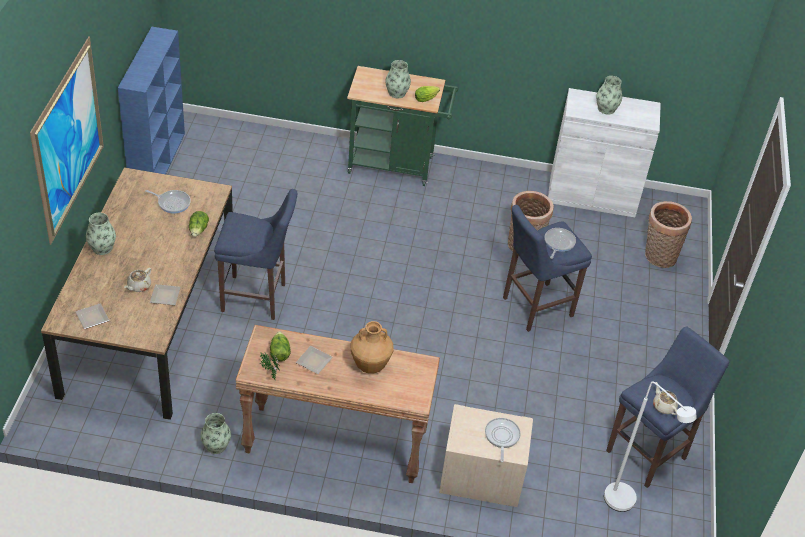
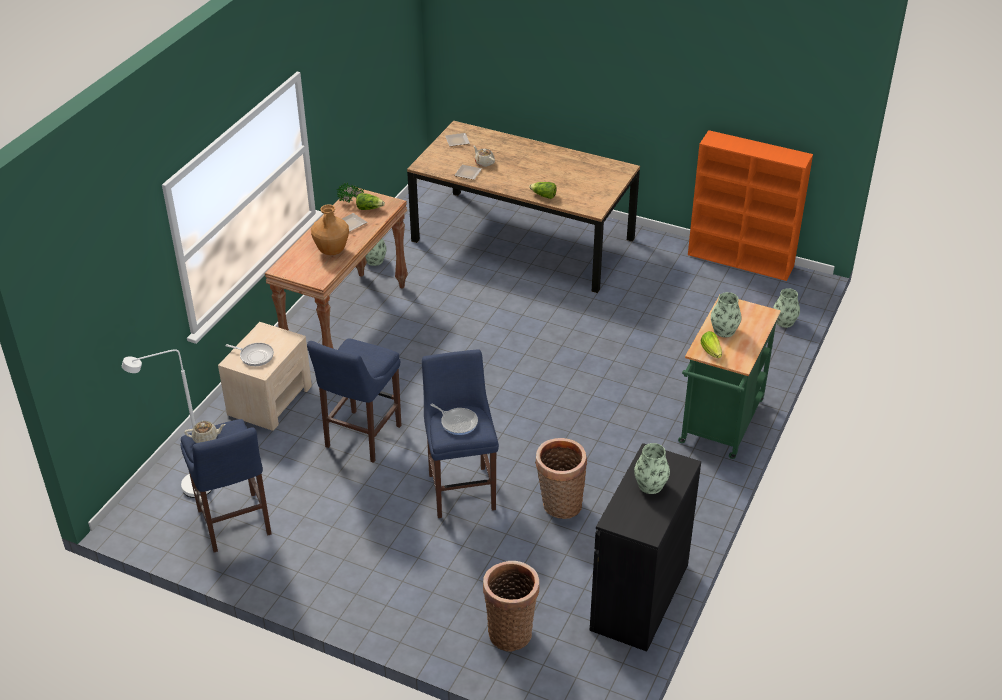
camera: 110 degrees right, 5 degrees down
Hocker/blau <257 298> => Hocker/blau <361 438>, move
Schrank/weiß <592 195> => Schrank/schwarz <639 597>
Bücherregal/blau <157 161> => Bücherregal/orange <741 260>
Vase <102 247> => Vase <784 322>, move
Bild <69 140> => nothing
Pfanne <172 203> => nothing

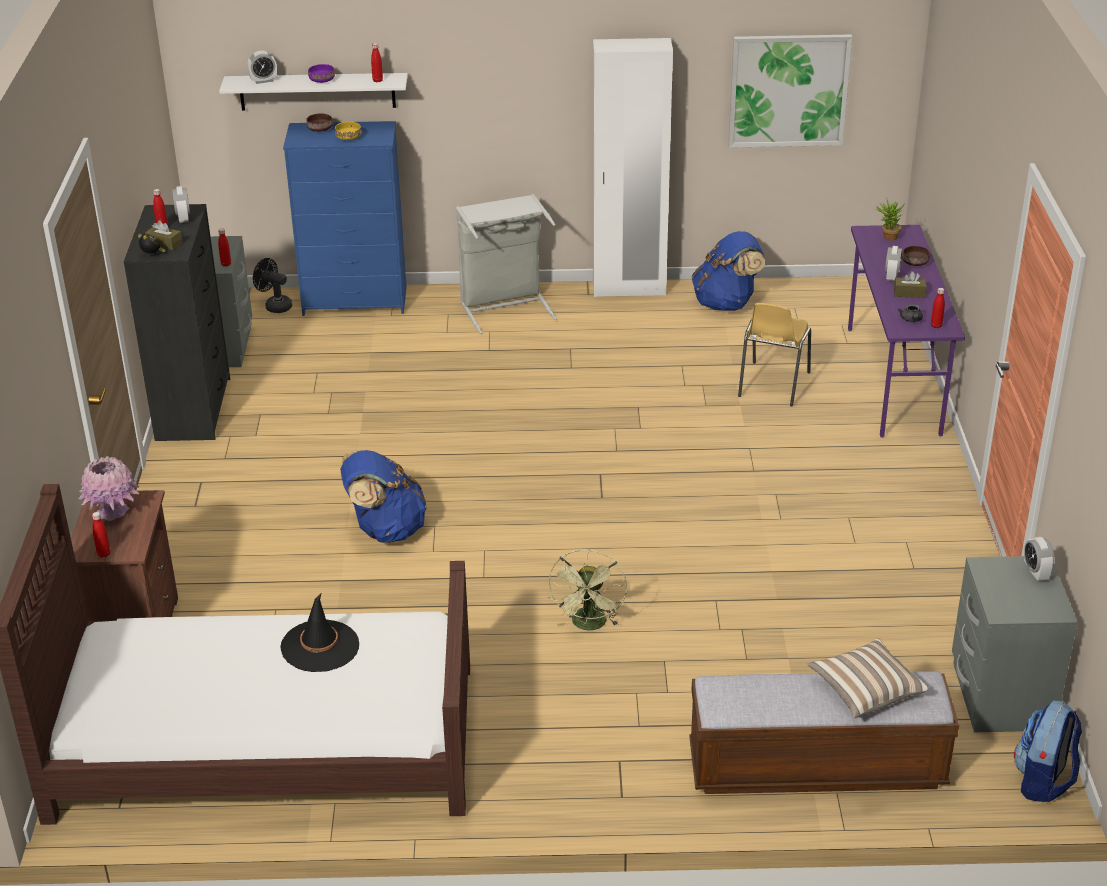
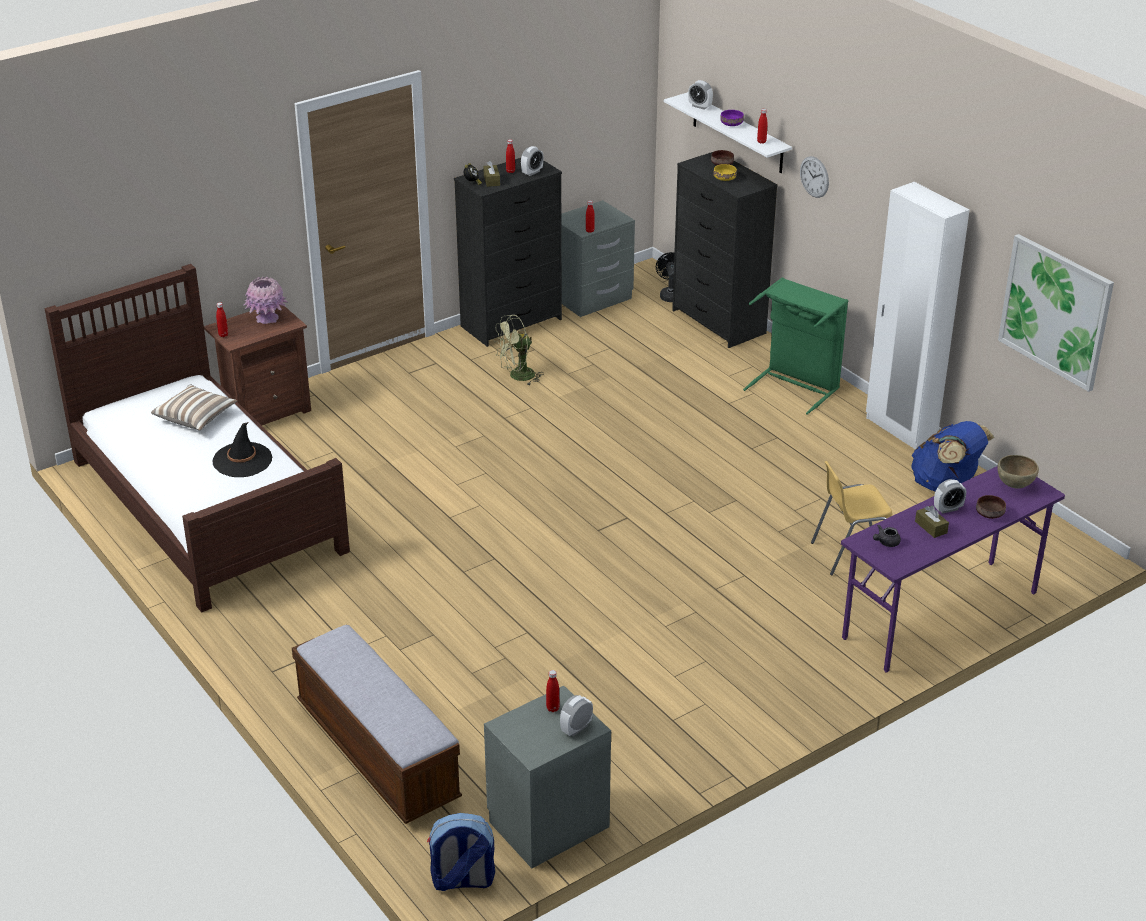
camera: 55 degrees right, 0 degrees up
Kissen <865 690> => Kissen <196 417>, move
Ventilator/grün <589 625> => Ventilator/grün <517 376>, move
Flasche/rot <936 326> => Flasche/rot <552 708>, move
Kommode/blau <356 301> => Kommode/schwarz <719 322>
Wäschekorb/grau <505 307> => Wäschekorb/grün <796 385>
nothing => Wanduhr <814 177>
Topfpflanze <887 237> => Schüssel/braun <1015 485>
Rucksack/blau <385 529> => nothing

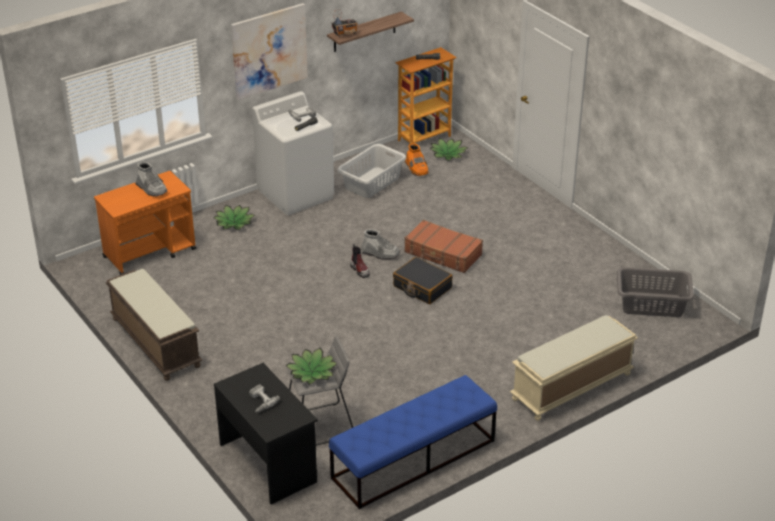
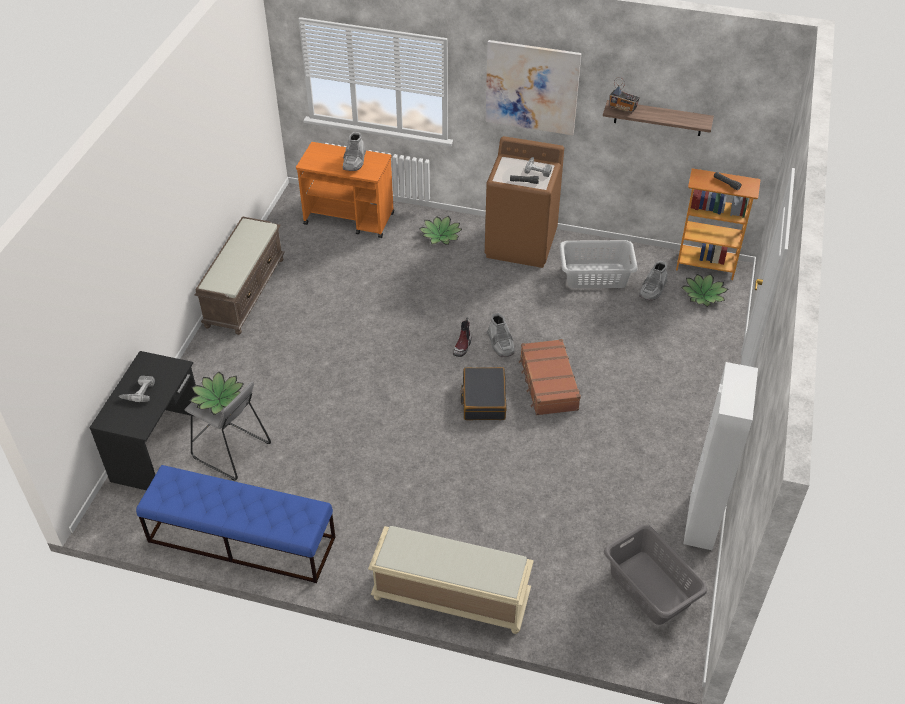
camera: 50 degrees right, 10 degrees up
Waschmaschine/weiß <296 194> => Waschmaschine/braun <521 244>
Stiefel/orange <417 169> => Stiefel/grau <653 290>
nothing => Schrank/weiß <701 521>

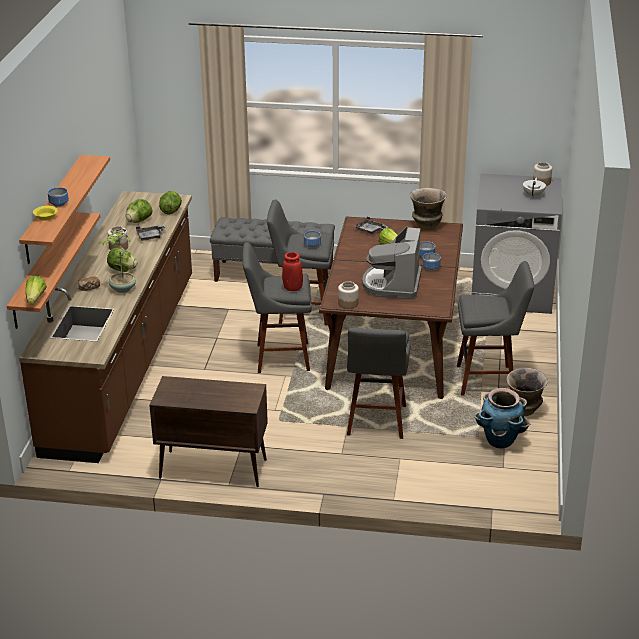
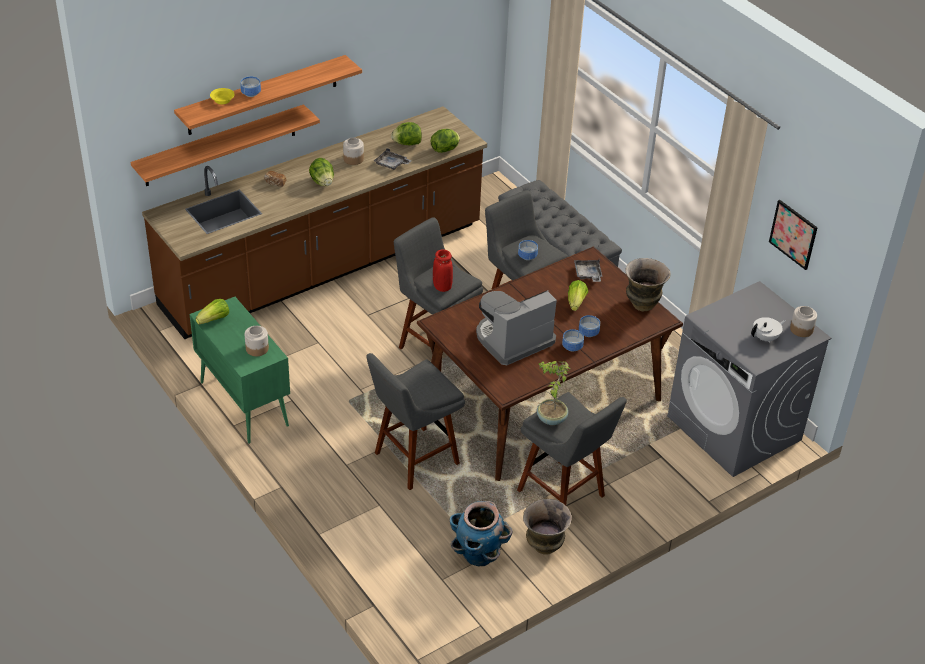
camera: 45 degrees right, 10 degrees up
Schrank/braun <212 469> => Schrank/grün <243 403>
Salatkopf <35 299> => Salatkopf <214 319>, move
Vorratsglas <348 303> => Vorratsglas <257 349>, move
Topfpflanze <122 289> => Topfpflanze <550 419>, move
nothing => Bild <793 234>

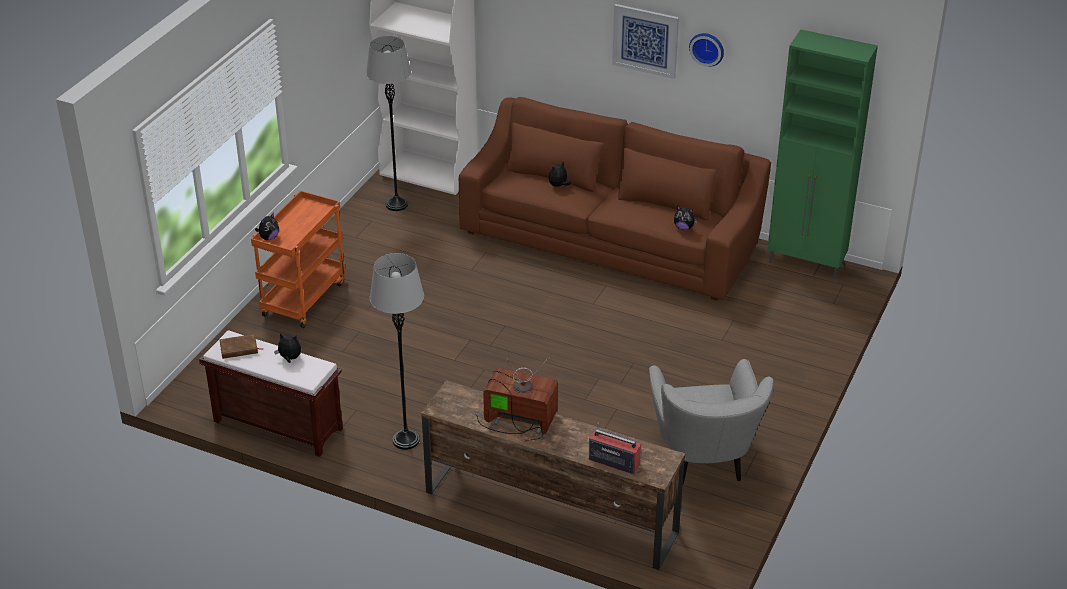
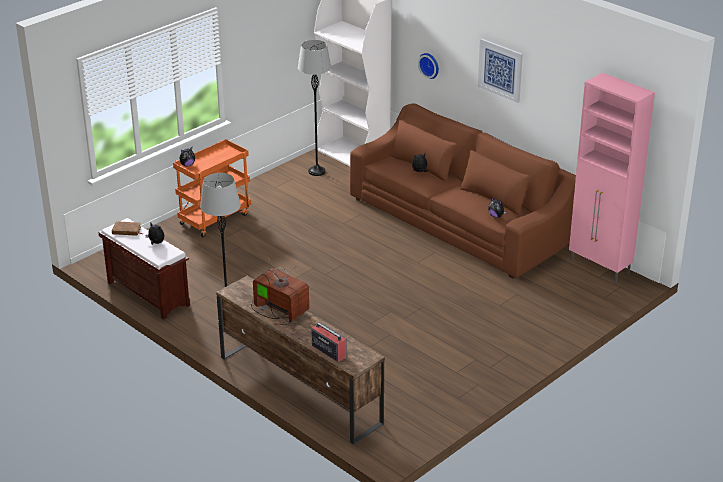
camera: 20 degrees right, 5 degrees down
Wanduhr <707 48> => Wanduhr <430 65>, move
Schrank/grün <807 264> => Schrank/rosa <600 267>
Sessel/grau <704 461> => nothing

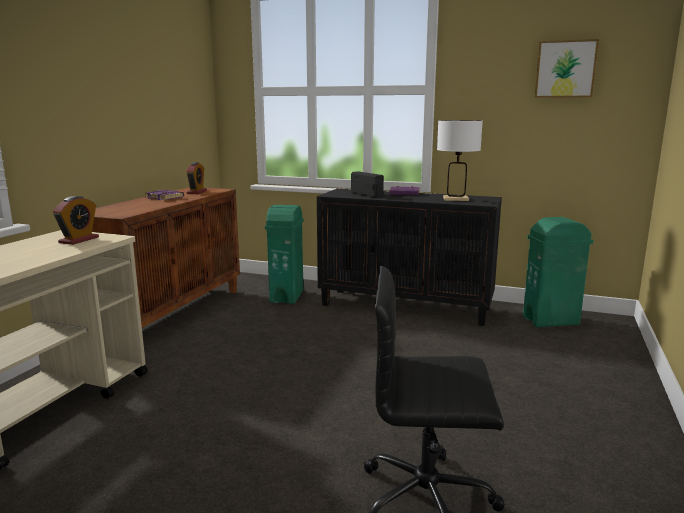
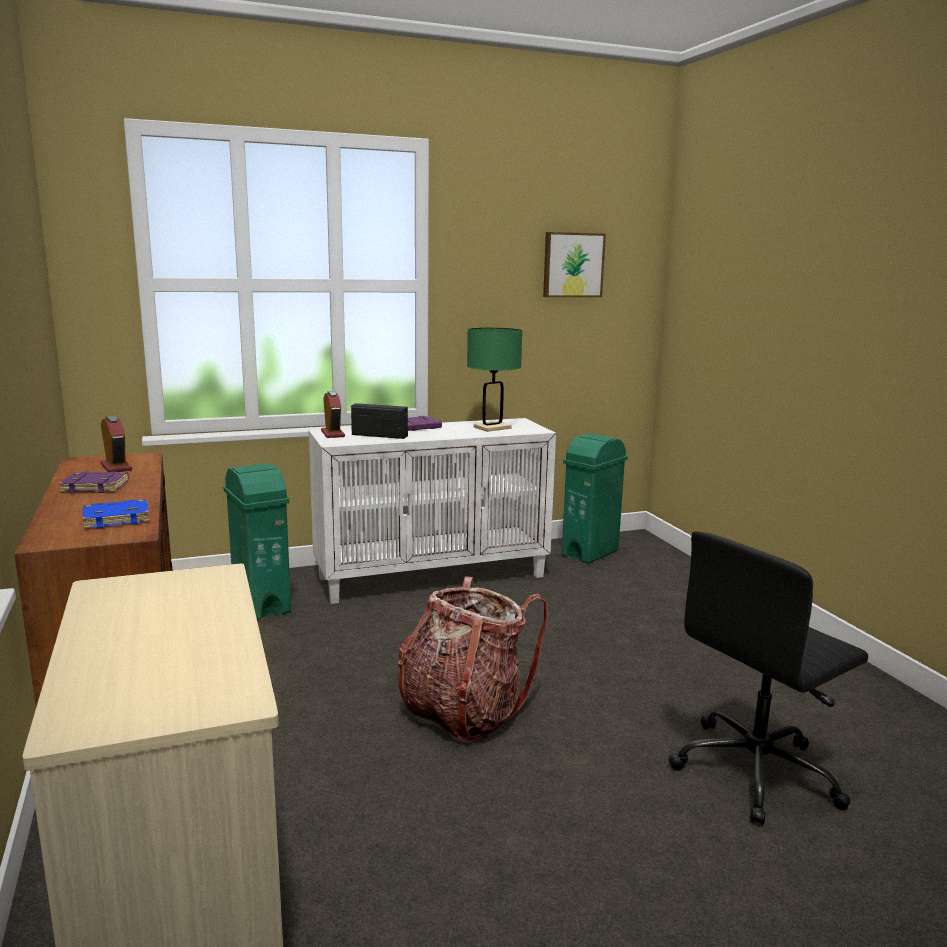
camera: 40 degrees left, 0 degrees up
nothing => Buch/blau <117 519>
Schrank/schwarz <406 306> => Schrank/weiß <433 576>
Wecker <79 240> => Wecker <332 434>, move
nothing => Rucksack <463 712>
Tischlampe/weiß <455 199> => Tischlampe/grün <492 428>

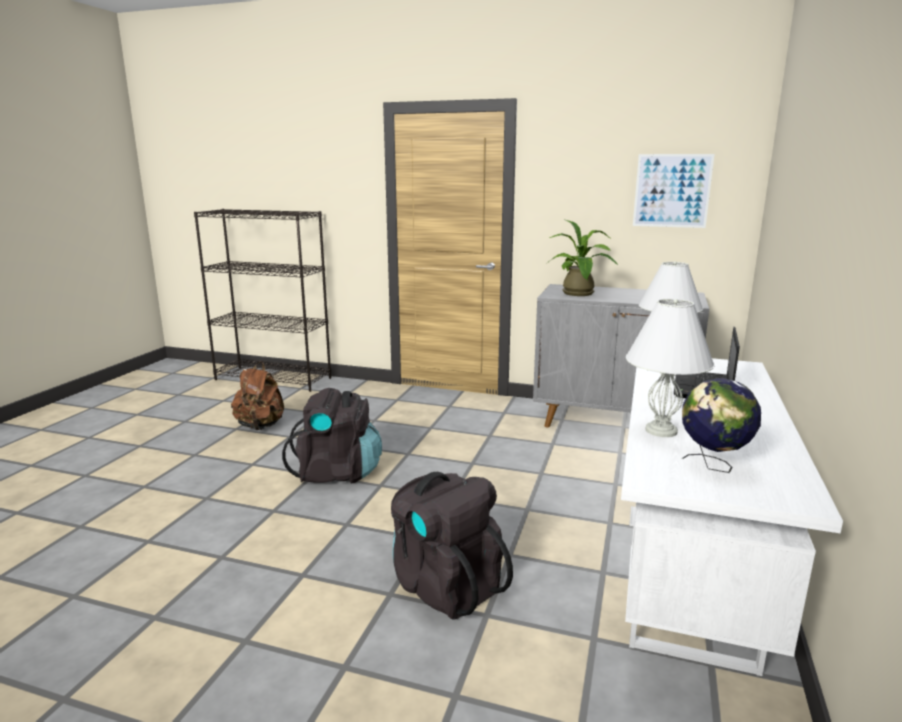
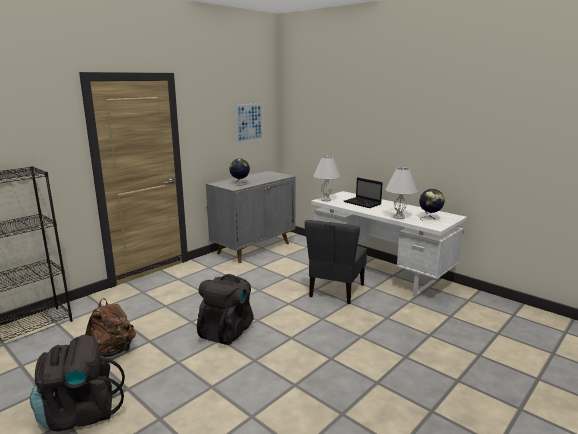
camera: 65 degrees left, 0 degrees up
Rucksack/schwarz <445 585> => Rucksack/schwarz <80 413>, move
Topfpflanze <579 294> => Globus <240 184>
nothing => Stuhl/grau <335 290>

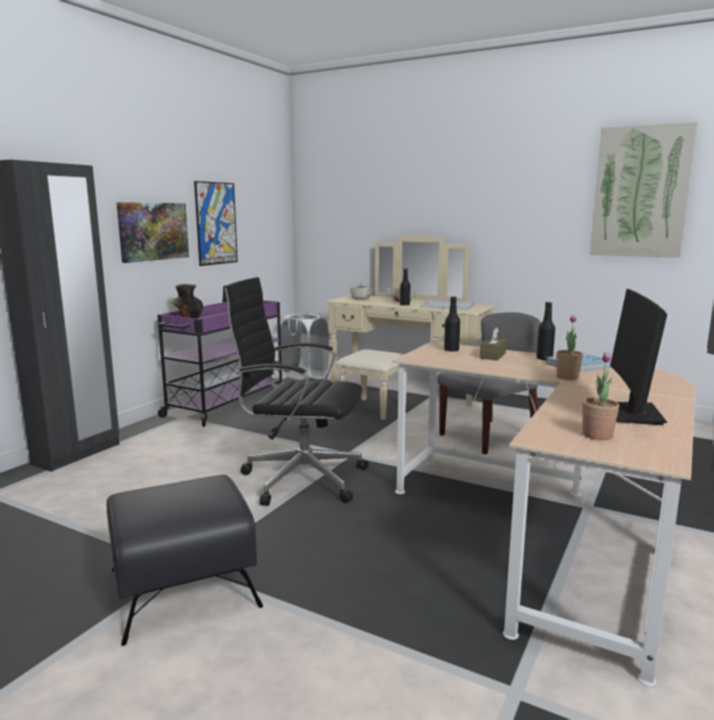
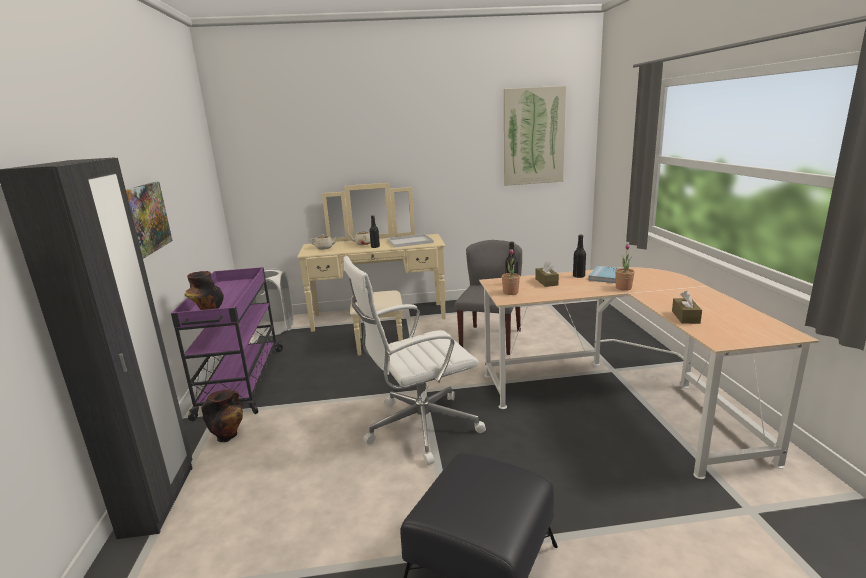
camera: 35 degrees left, 5 degrees up
nothing => Vase <228 435>
Bürostuhl/schwarz <300 478> => Bürostuhl/weiß <419 427>
Topfpflanze <597 435> => Topfpflanze <510 292>, move
nothing => Taschentuchbox/braun <685 317>
Bild <216 223> => nothing
Monitor <632 414> => nothing

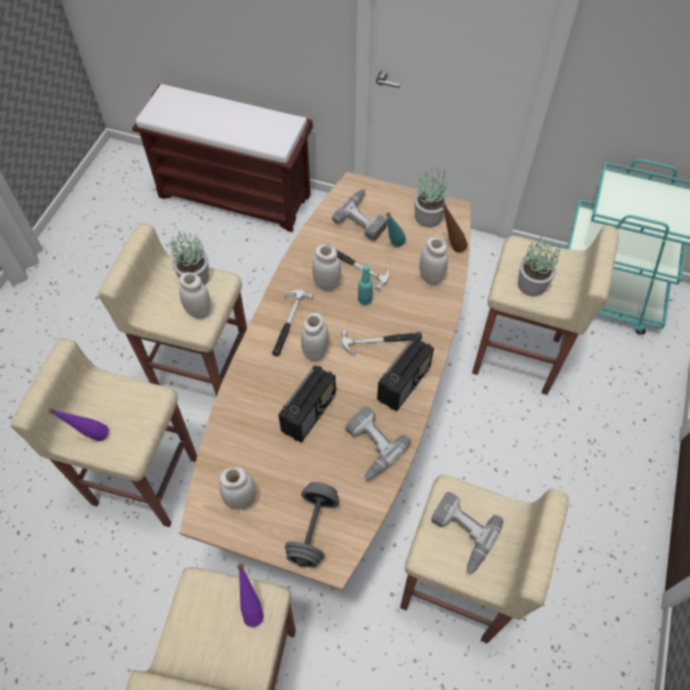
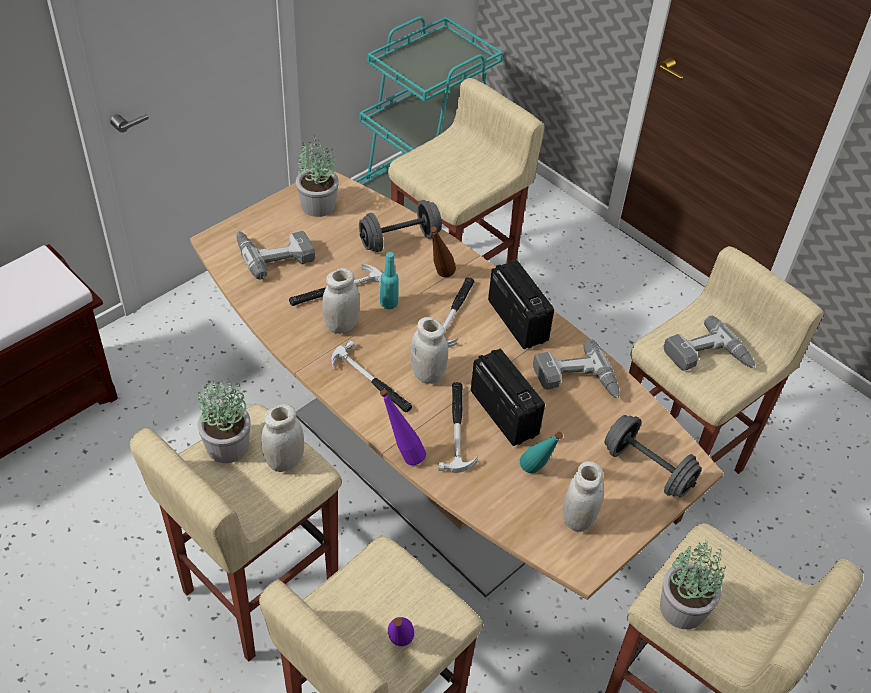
camera: 65 degrees left, 10 degrees down
Vorratsglas/weiß <431 277> => Hantel/grau <399 240>
Flasche/lila <252 606> => Flasche/lila <402 455>, move
Flasche/braun <450 247> => Flasche/braun <439 278>, move
nothing => Hammer <457 428>
Flasche/türkis <393 247> => Flasche/türkis <536 475>, move
Topfpflanze <532 284> => Topfpflanze <682 607>, move

